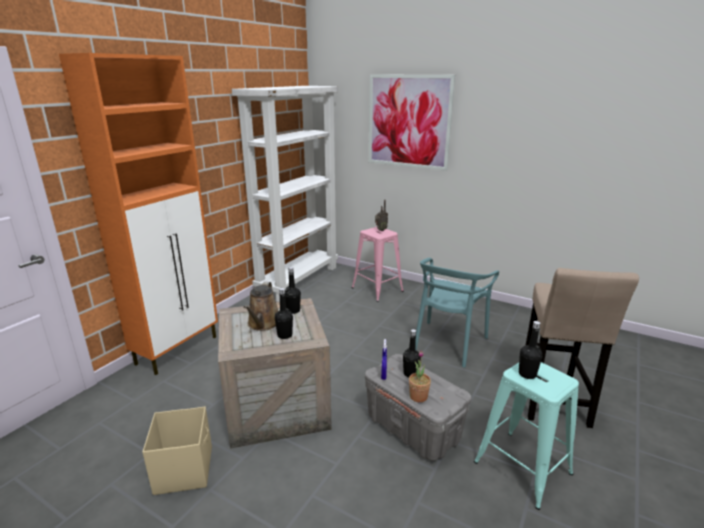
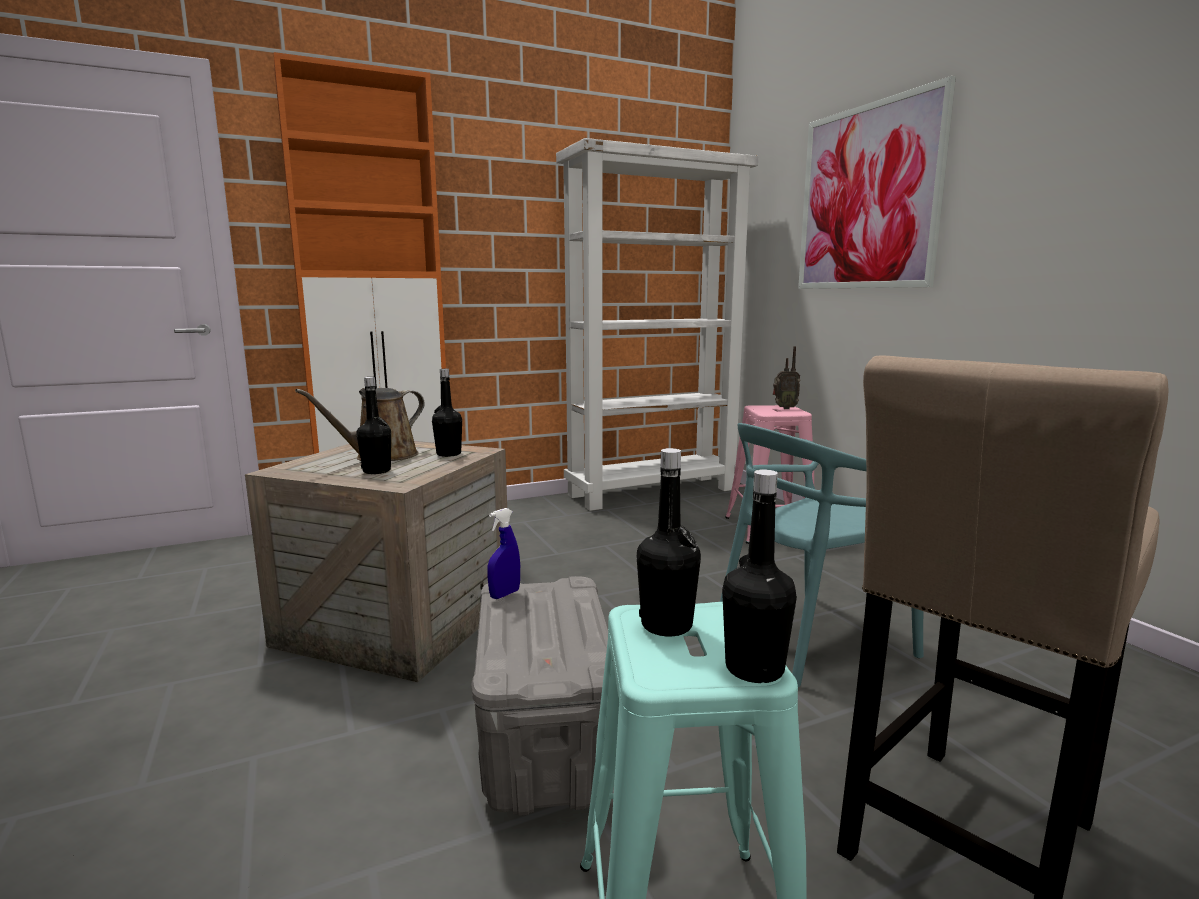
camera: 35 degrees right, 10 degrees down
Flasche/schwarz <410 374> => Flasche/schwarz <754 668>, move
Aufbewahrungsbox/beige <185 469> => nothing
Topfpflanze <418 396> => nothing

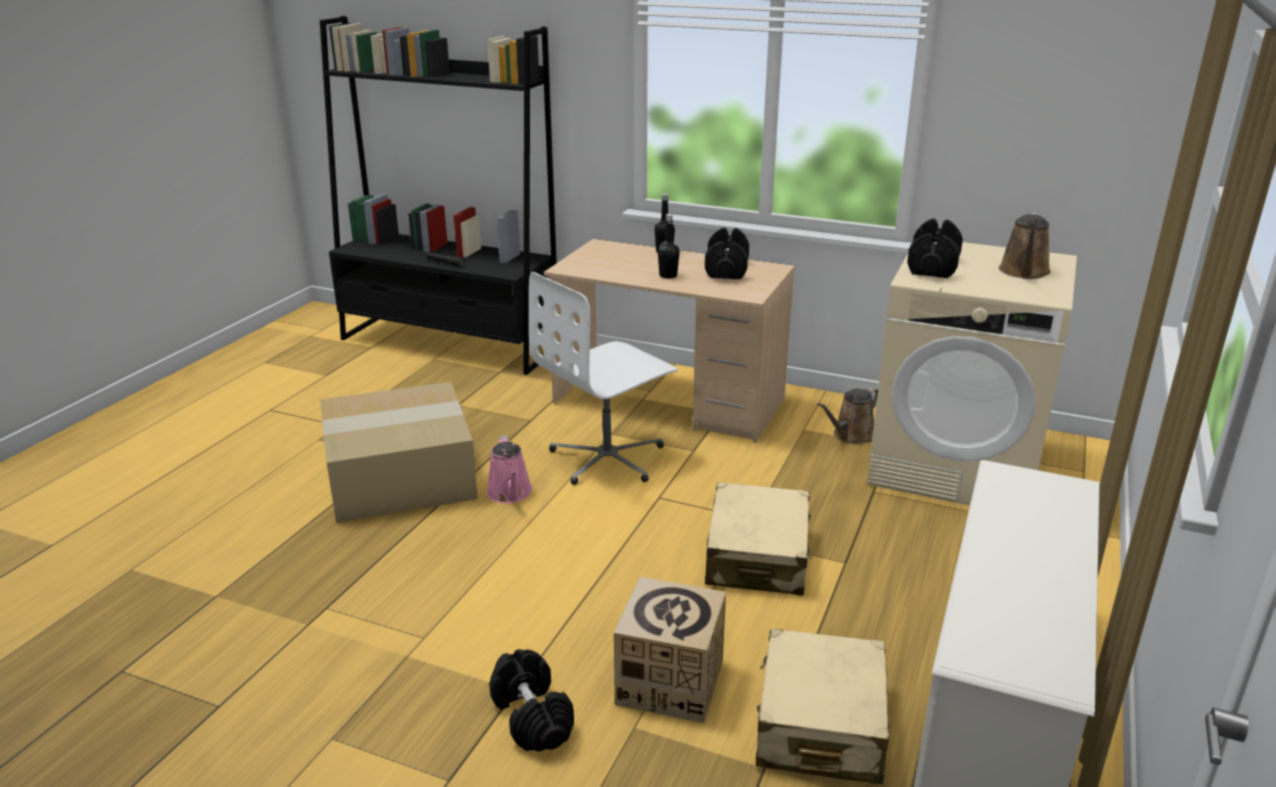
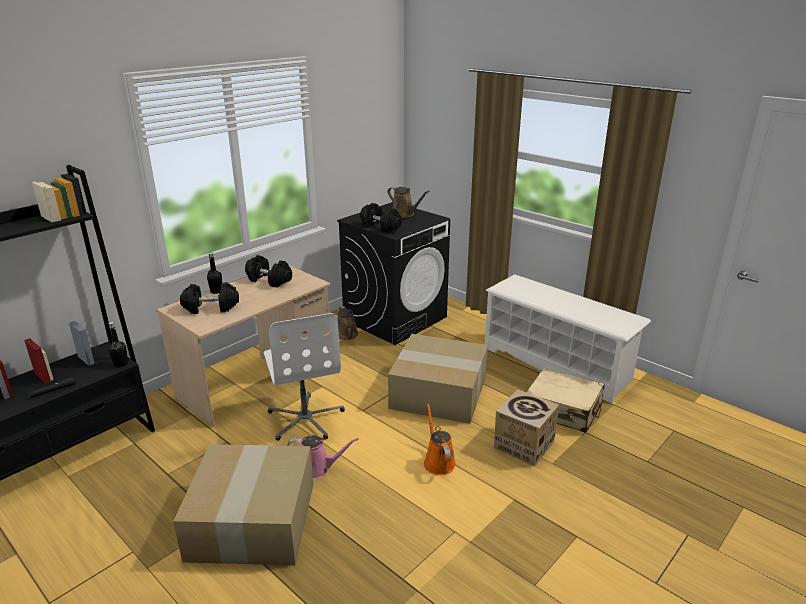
camera: 70 degrees left, 0 degrees up
Flasche/schwarz <668 275> => Flasche/schwarz <121 364>, move
Hantel/schwarz <531 717> => Hantel/schwarz <211 308>, move
Waschmaschine/beige <956 466> => Waschmaschine/schwarz <395 318>
Koffer/beige <757 556> => Karton <437 393>
nothing => Gießkanne/orange <438 461>

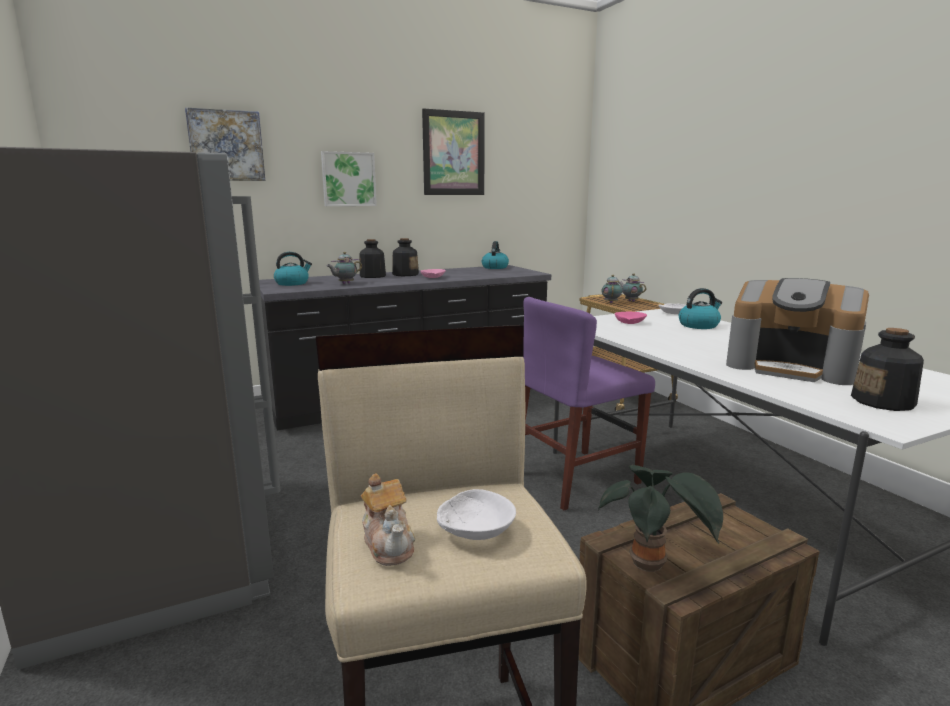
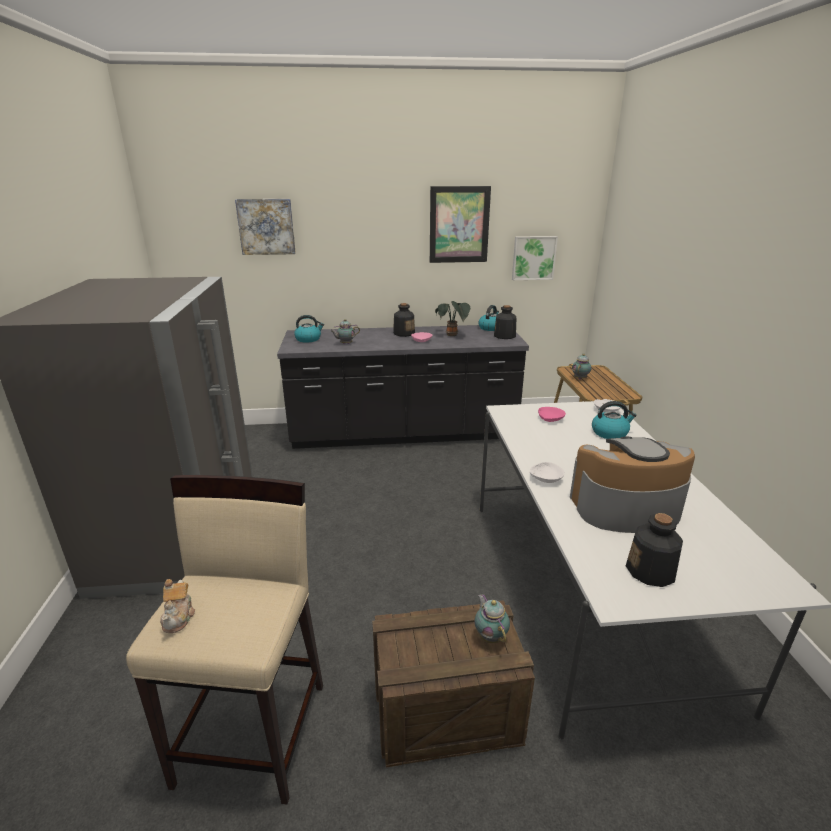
camera: 20 degrees right, 10 degrees up
Topfpflanze <651 565> => Topfpflanze <452 335>, move
Teekanne <630 301> => Teekanne <490 636>, move
Flasche <372 276> => Flasche <504 336>, move
Bild <348 179> => Bild <533 258>, move
Schüssel/weiß <475 529> => Schüssel/weiß <545 478>, move
Kaffeemaschine <791 367> => Kaffeemaschine <624 508>, 120 degrees clockwise
Stuhl/lila <575 478> => nothing

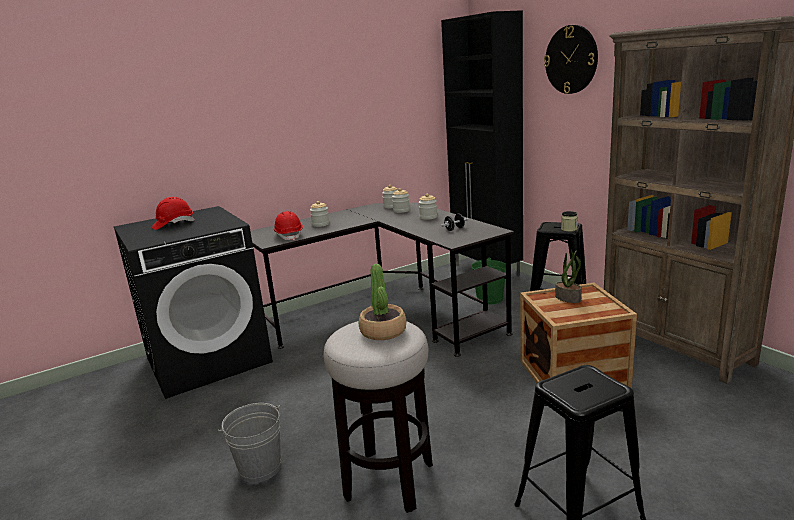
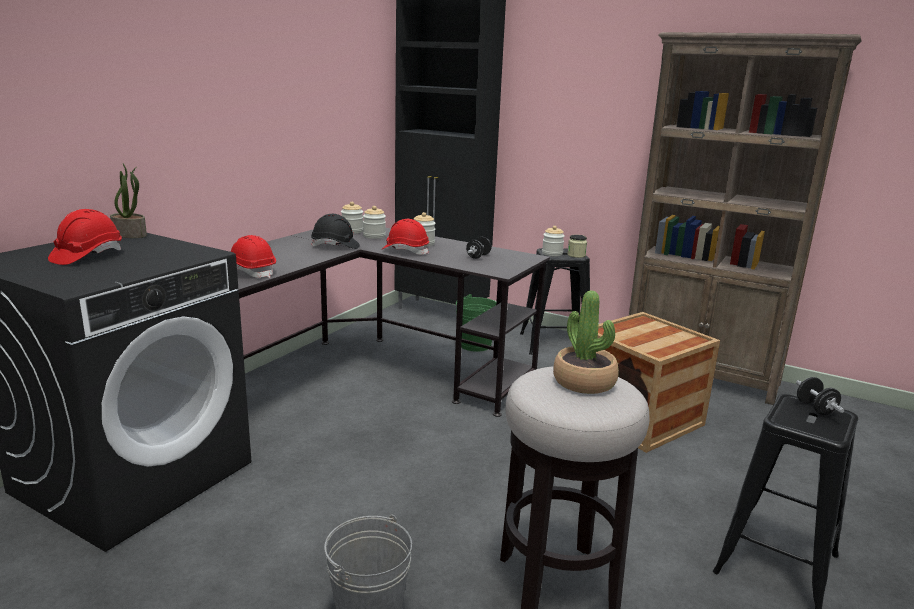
camera: 30 degrees left, 0 degrees up
Topfpflanze <568 298> => Topfpflanze <130 234>, move
nothing => Schutzhelm/schwarz <335 246>
nothing => Schutzhelm/rot <405 251>
Vorratsglas <320 224> => Vorratsglas <552 253>, move
nothing => Hantel/schwarz <815 408>
Wanduhr <571 59> => nothing

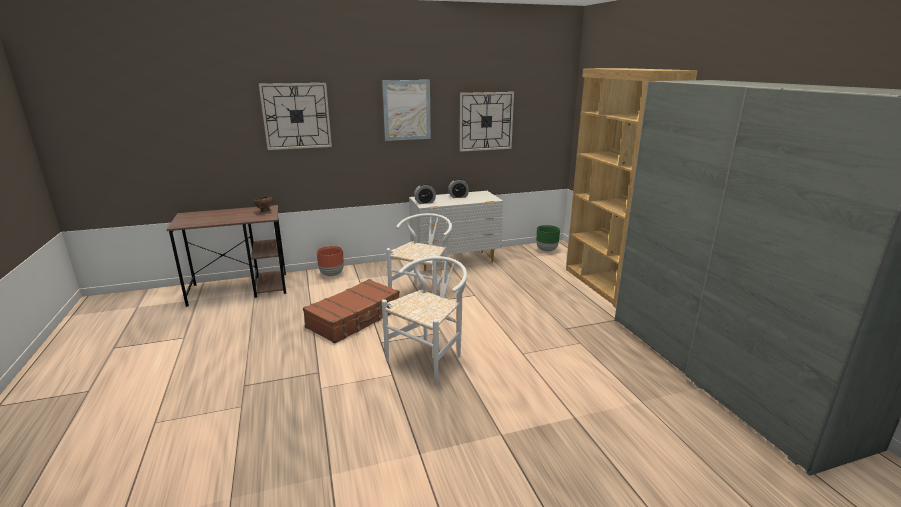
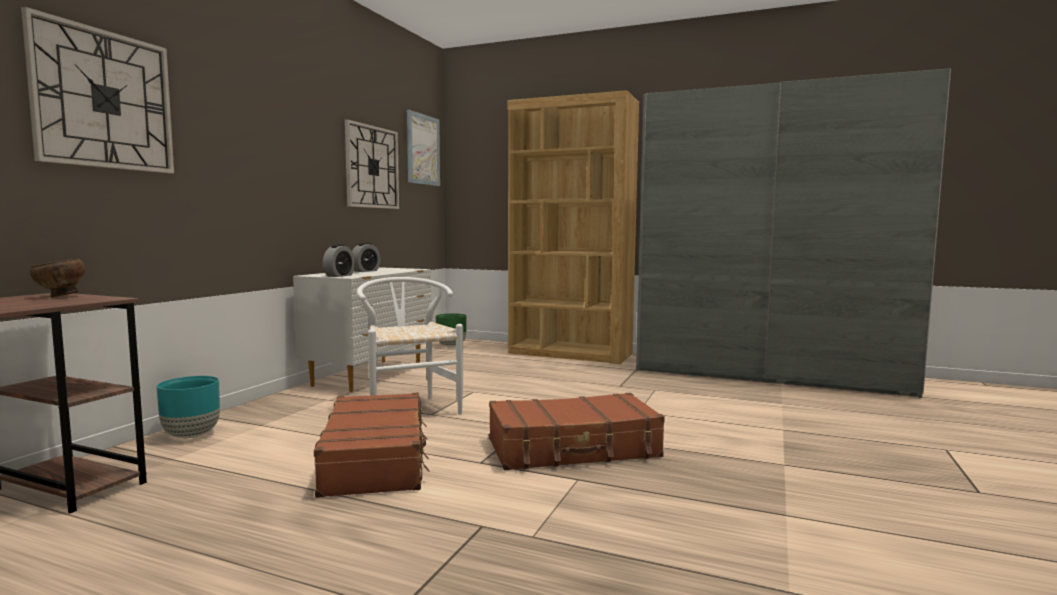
camera: 50 degrees left, 15 degrees down
Pflanzkübel/braun <332 274> => Pflanzkübel/türkis <191 435>
Bild <407 110> => Bild <423 149>, move
Stuhl/weiß <430 358> => Koffer/braun <573 449>

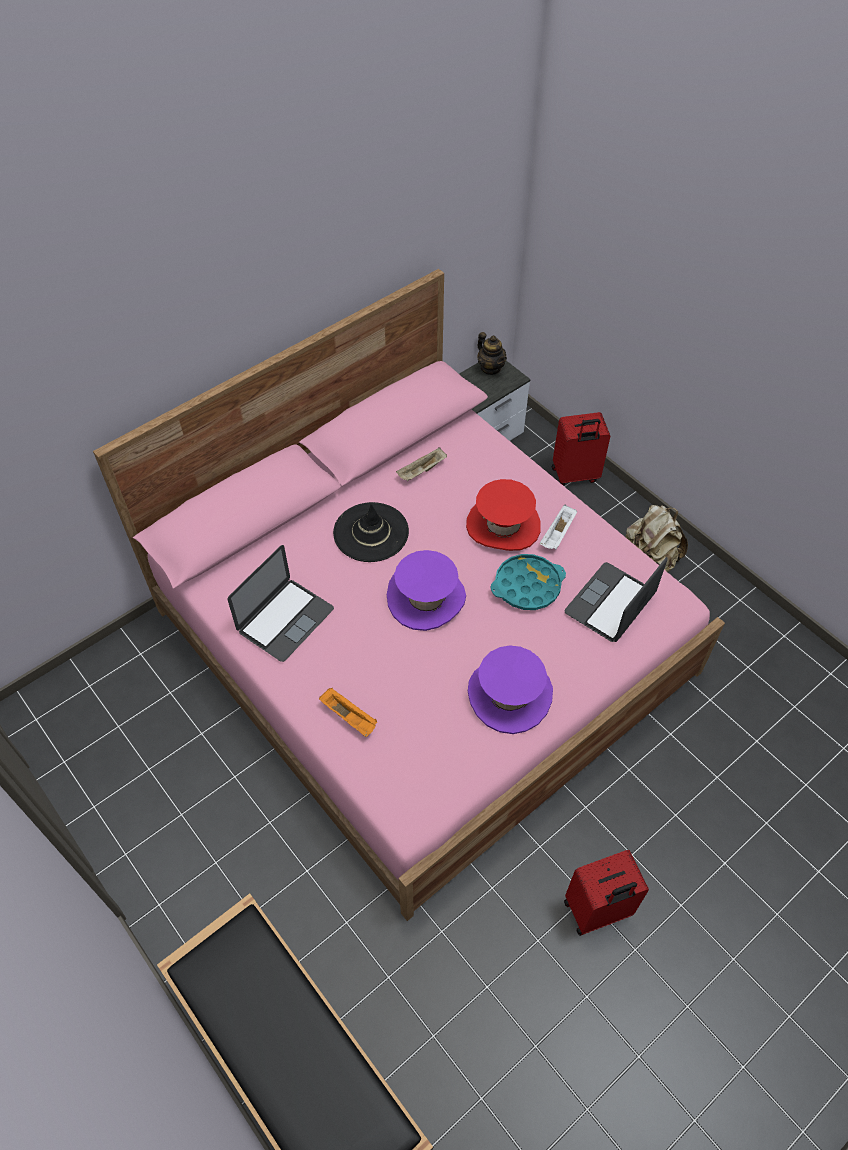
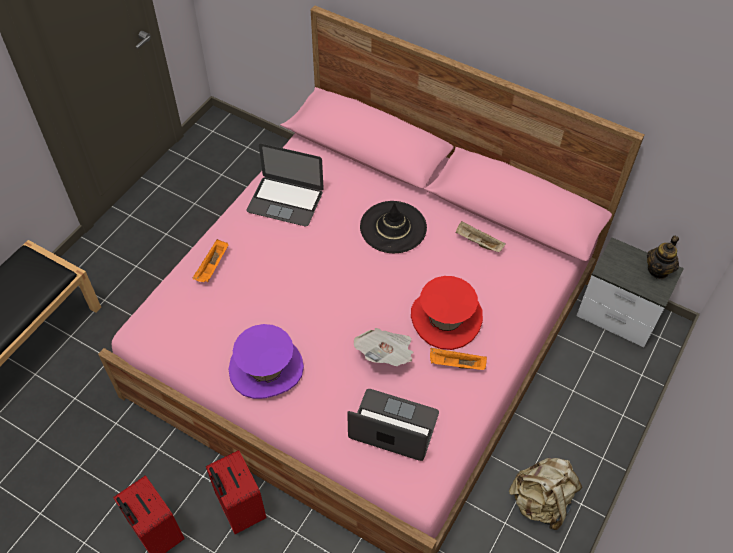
camera: 70 degrees right, 0 degrees up
Koffer/rot <575 476> => Koffer/rot <240 509>, move
Tablett/türkis <527 586> => Zeitung <386 354>
Tablett/weiß <557 534> => Tablett/orange <456 364>
Hut/lila <426 598> => nothing

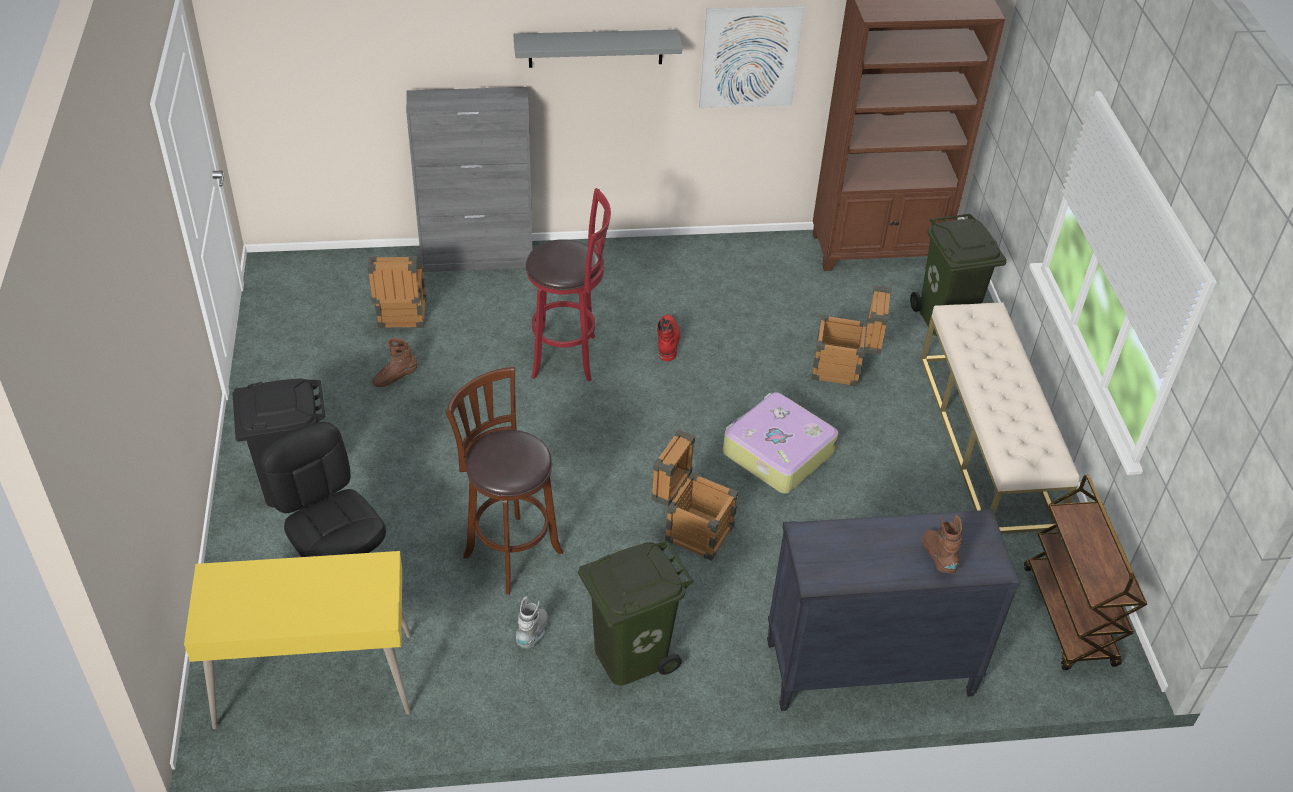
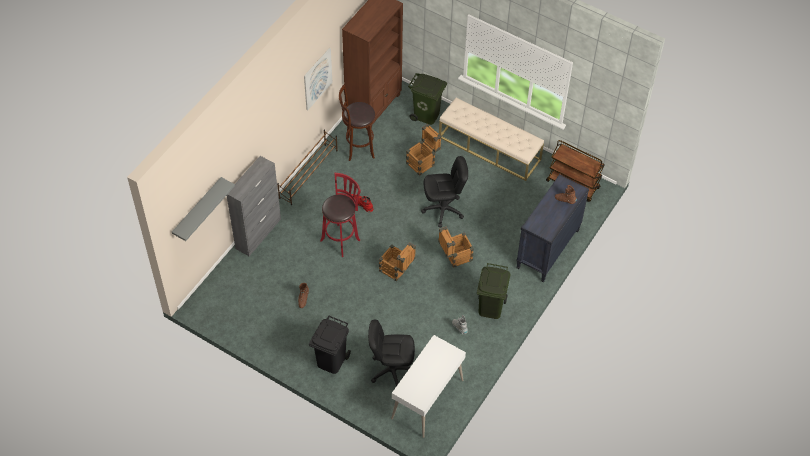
camera: 50 degrees left, 10 degrees up
Wandregal/grau <595 48> => Wandregal/grau <197 209>, move
nothing => Schuhregal/braun <309 174>
Hocker/braun <509 551> => Hocker/braun <358 148>, move
Kiste <401 318> => Kiste <397 271>, move
Schreibtisch/gelb <314 681> => Schreibtisch/weiß <427 399>
Koffer <776 452> => Bürostuhl/schwarz <443 210>

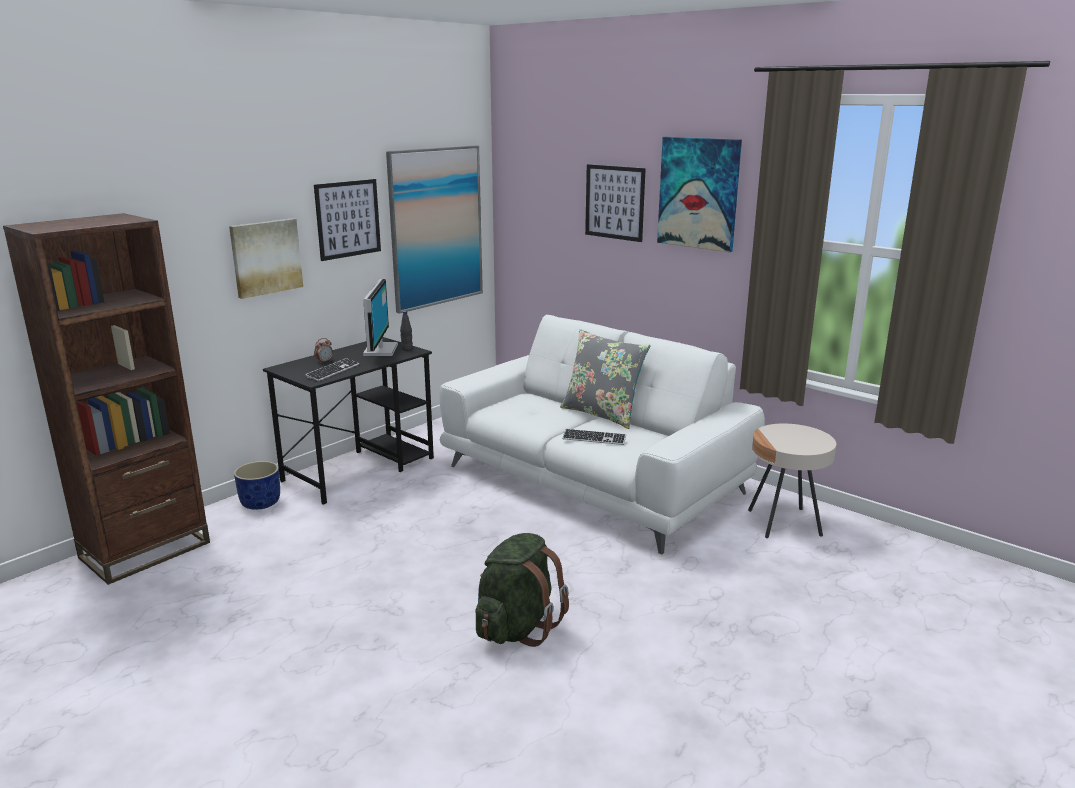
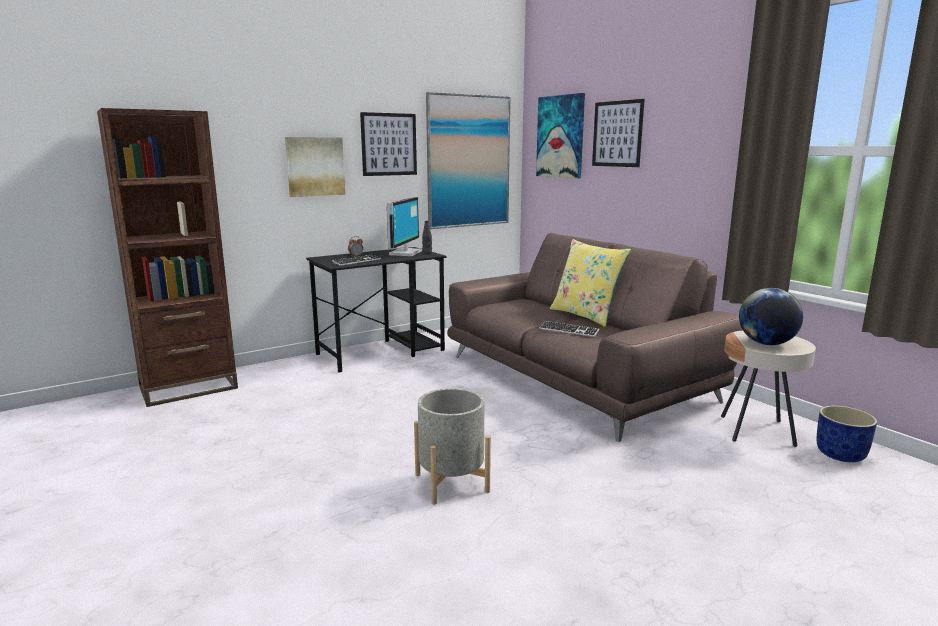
camera: 15 degrees right, 5 degrees down
Rucksack/grün <517 627> => Pflanzkübel/grau <451 483>
Sofa/weiß <593 480> => Sofa/braun <576 378>
Bild <698 193> => Bild <560 137>, move
Kissen/grau <602 414> => Kissen/gelb <586 315>
nothing => Globus <766 343>
Pflanzkübel/blau <261 503> => Pflanzkübel/blau <841 454>, move

